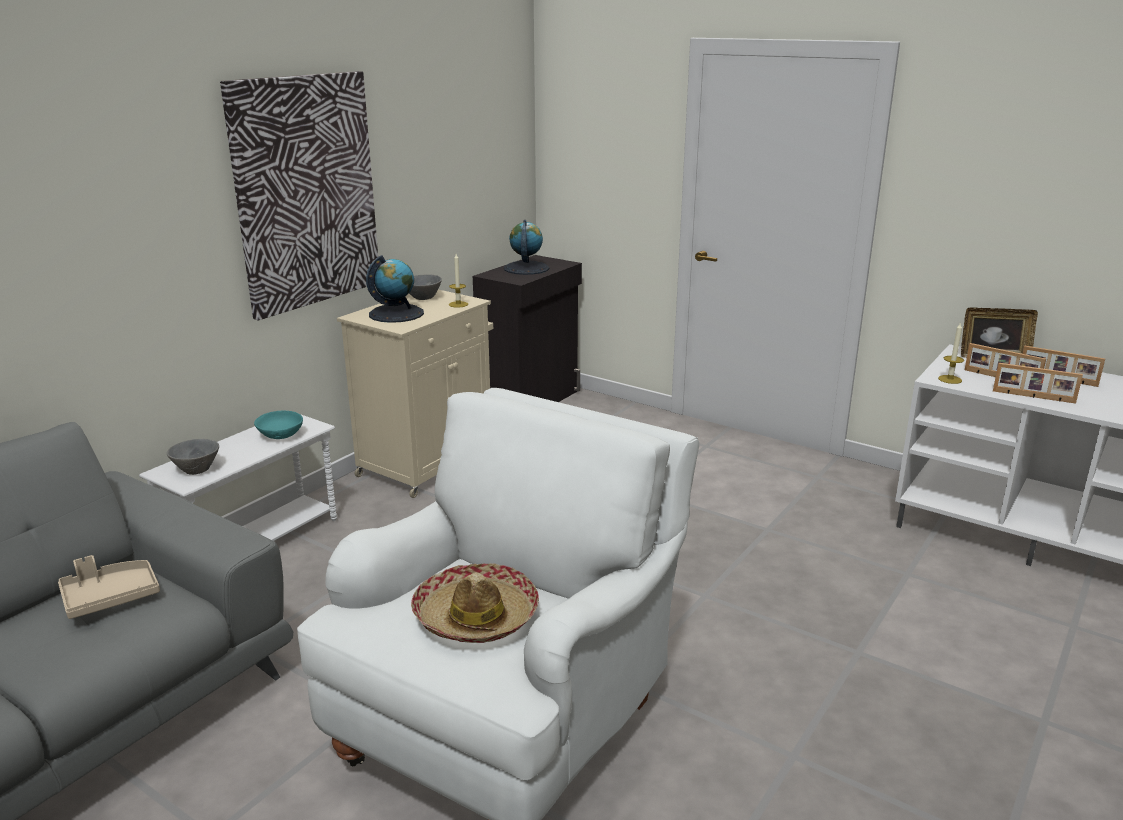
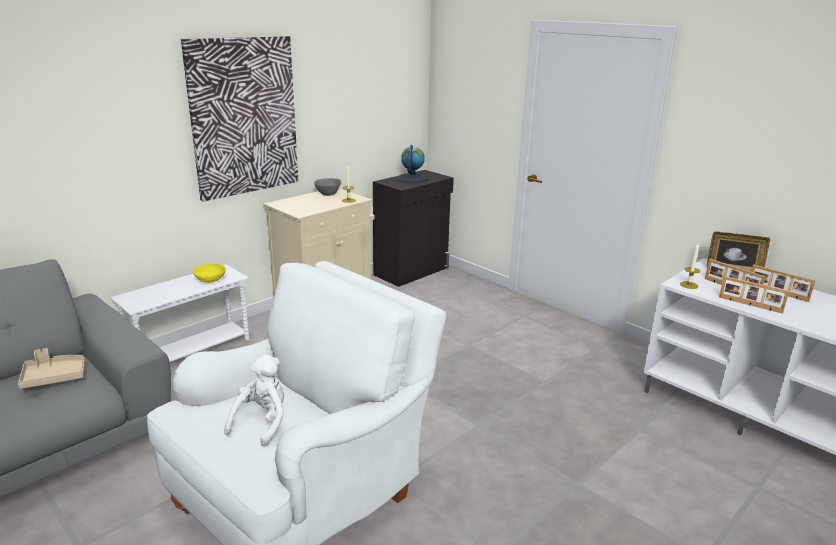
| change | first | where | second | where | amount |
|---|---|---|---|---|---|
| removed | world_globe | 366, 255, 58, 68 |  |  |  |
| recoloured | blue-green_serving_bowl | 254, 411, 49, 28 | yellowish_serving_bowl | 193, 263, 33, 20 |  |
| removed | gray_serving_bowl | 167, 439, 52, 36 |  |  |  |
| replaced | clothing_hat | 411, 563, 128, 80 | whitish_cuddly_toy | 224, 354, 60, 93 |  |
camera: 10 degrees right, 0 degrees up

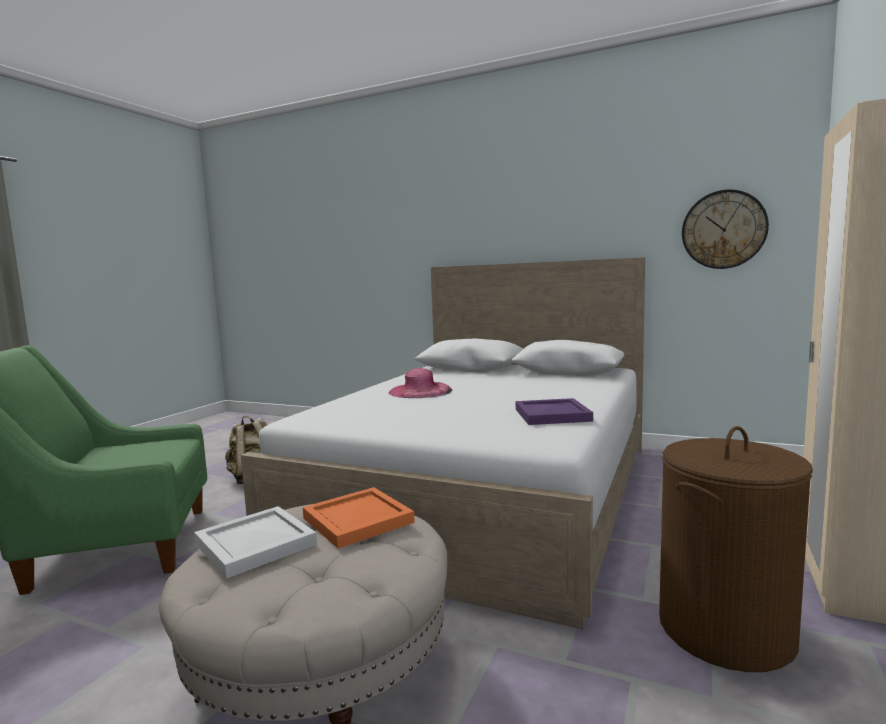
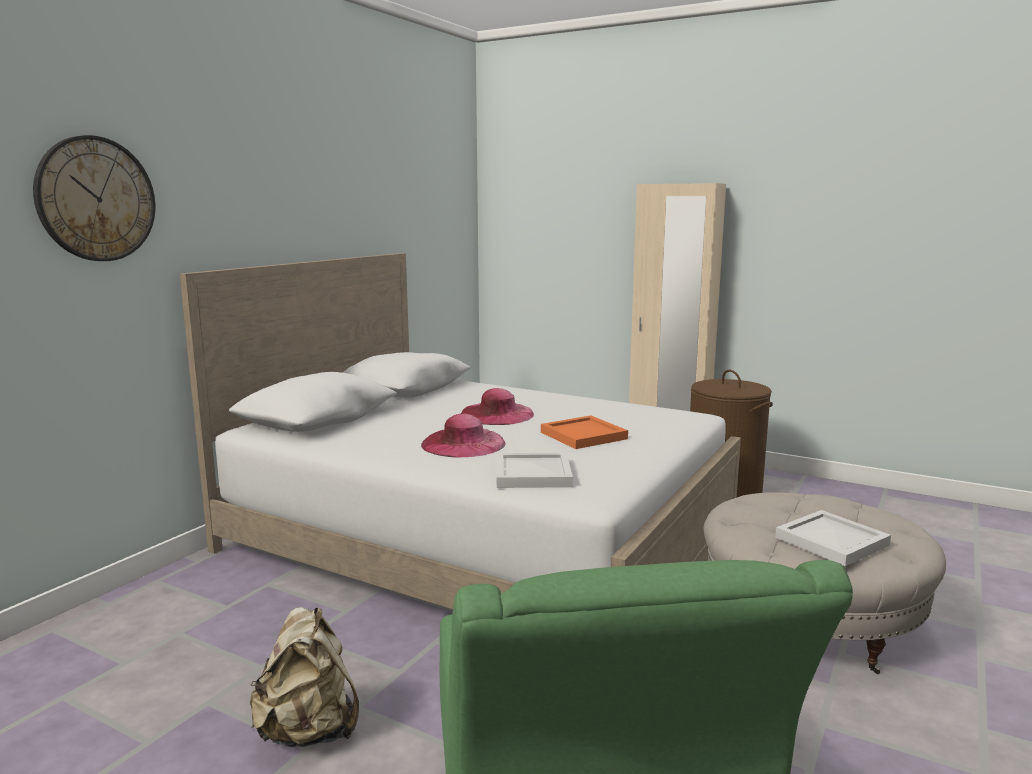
| change | first | where | second | where | amount |
|---|---|---|---|---|---|
| moved | clock_on_the_wall | 682, 189, 87, 80 |  | 33, 135, 122, 126 |  |
| removed | purplish_carrying_tray | 516, 398, 77, 27 |  |  |  |
| moved | orange-coloured_carrying_tray | 303, 487, 112, 61 |  | 541, 416, 87, 33 |  |
| added |  |  | pink-coloured_clothing_hat | 461, 388, 73, 37 |  |
| added |  |  | whitish_carrying_tray | 497, 453, 76, 35 |  |
camera: 85 degrees left, 5 degrees up

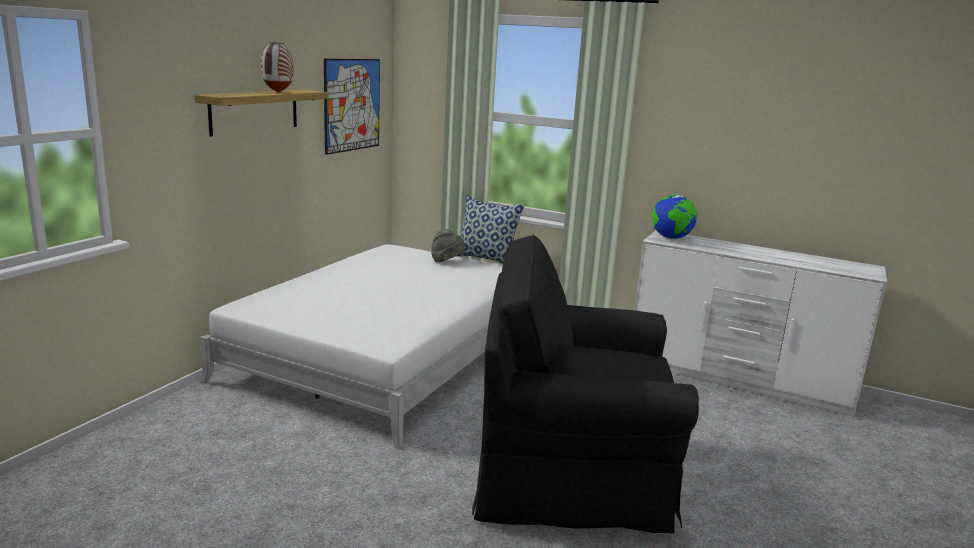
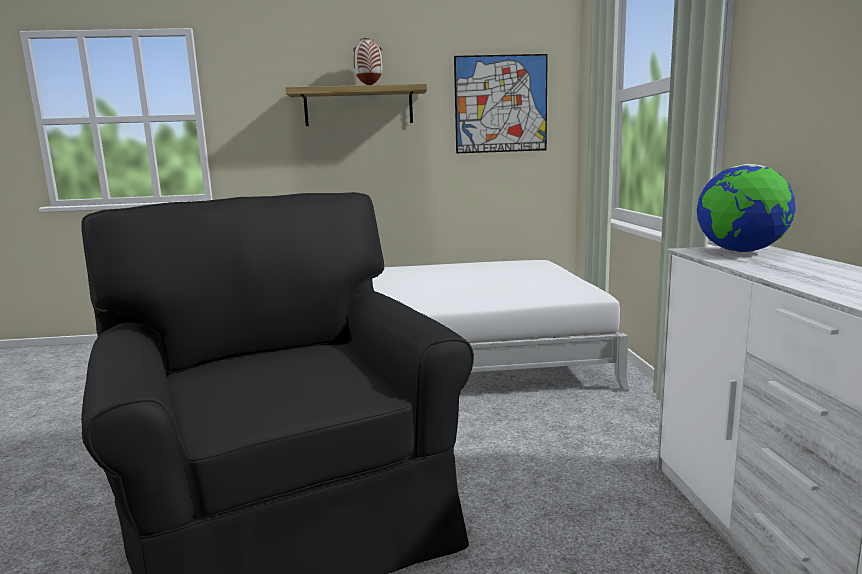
| change | first | where | second | where | amount |
|---|---|---|---|---|---|
| removed | throw_pillow | 457, 195, 68, 69 |  |  |  |
| removed | gray_clothing_hat | 431, 229, 35, 33 |  |  |  |
camera: 60 degrees right, 5 degrees down

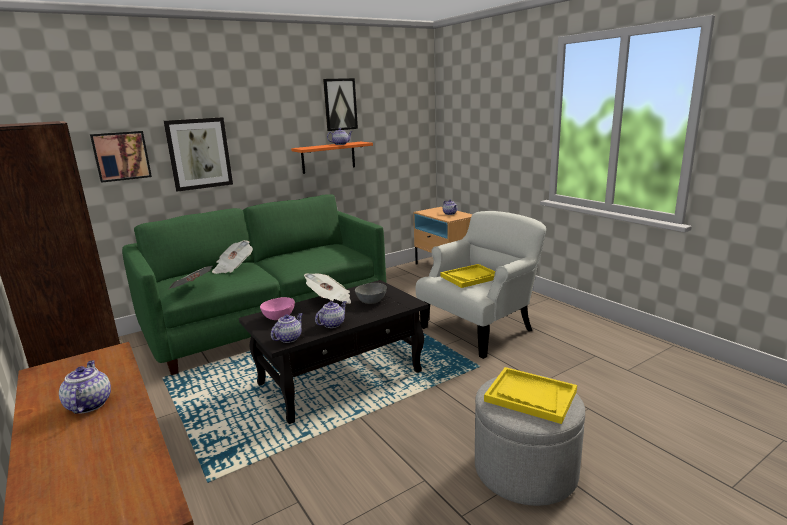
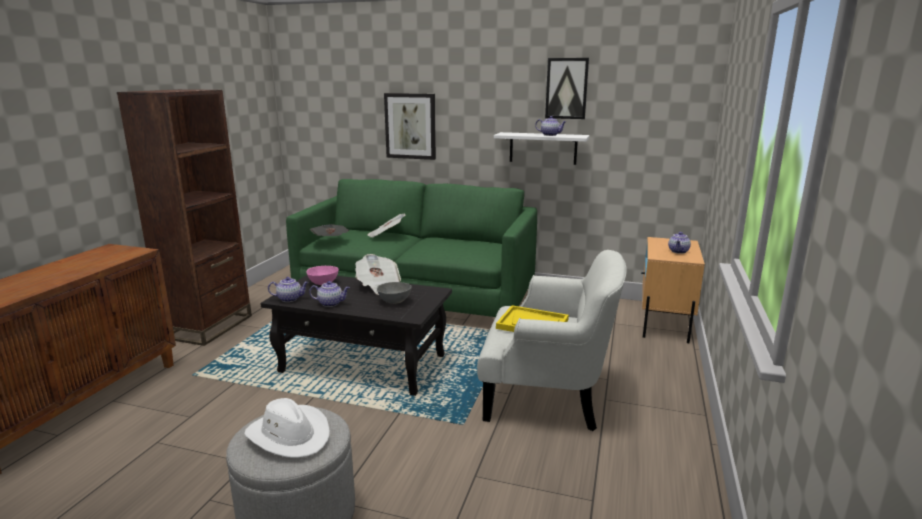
| change | first | where | second | where | amount |
|---|---|---|---|---|---|
| removed | picture | 90, 131, 62, 52 |  |  |  |
| recoloured | orange-coloured_wall_shelf | 291, 142, 82, 32 | whitish_wall_shelf | 494, 132, 95, 33 |  |
| removed | pot_for_tea | 59, 360, 52, 54 |  |  |  |
| replaced | yellowish_carrying_tray | 484, 367, 93, 57 | whitish_clothing_hat | 244, 398, 86, 60 |  |
camera: 50 degrees right, 0 degrees up

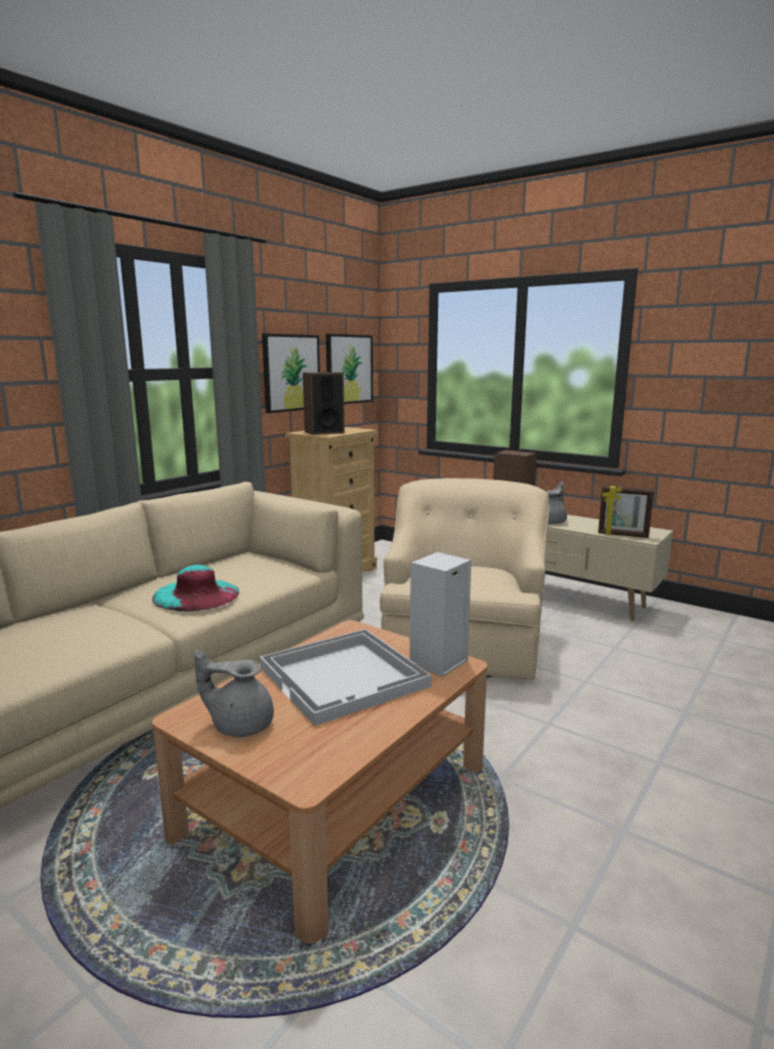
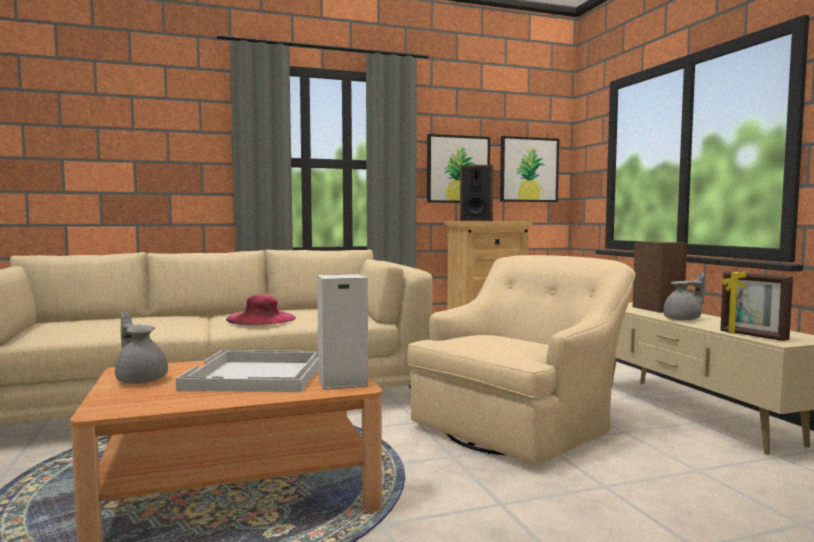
| change | first | where | second | where | amount |
|---|---|---|---|---|---|
| recoloured | blue-green_clothing_hat | 152, 565, 88, 46 | pink-coloured_clothing_hat | 226, 294, 70, 31 |  |
camera: 35 degrees right, 10 degrees down

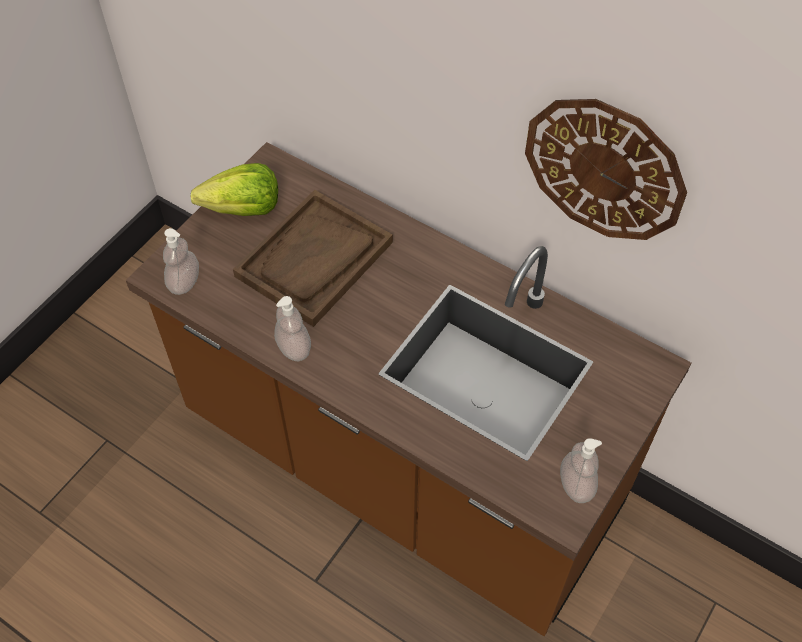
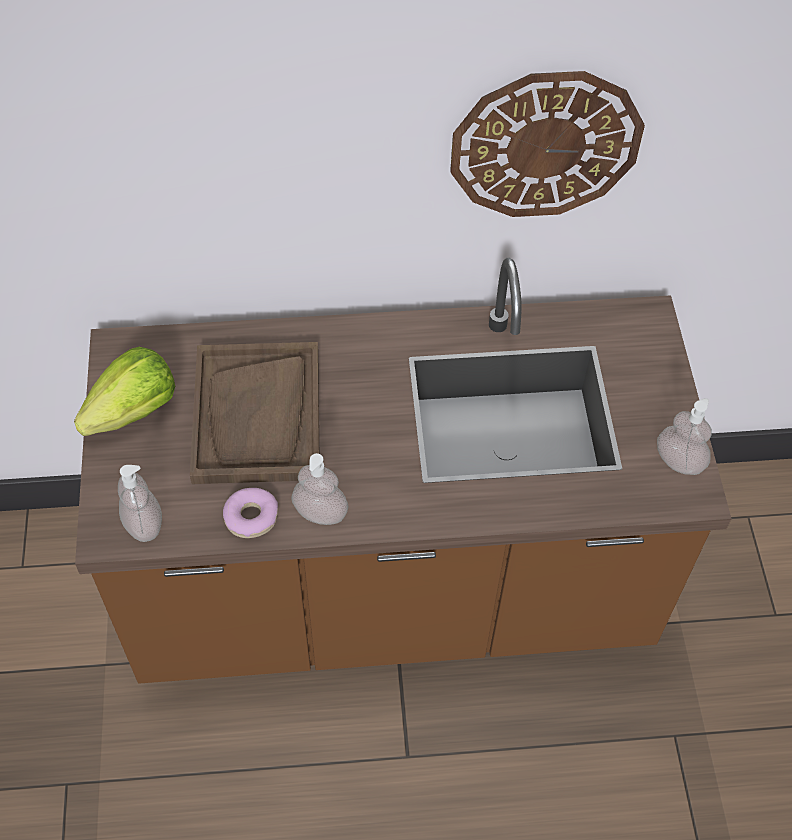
| change | first | where | second | where | amount |
|---|---|---|---|---|---|
| added |  |  | donut | 223, 488, 55, 50 |  |
camera: 40 degrees left, 0 degrees up

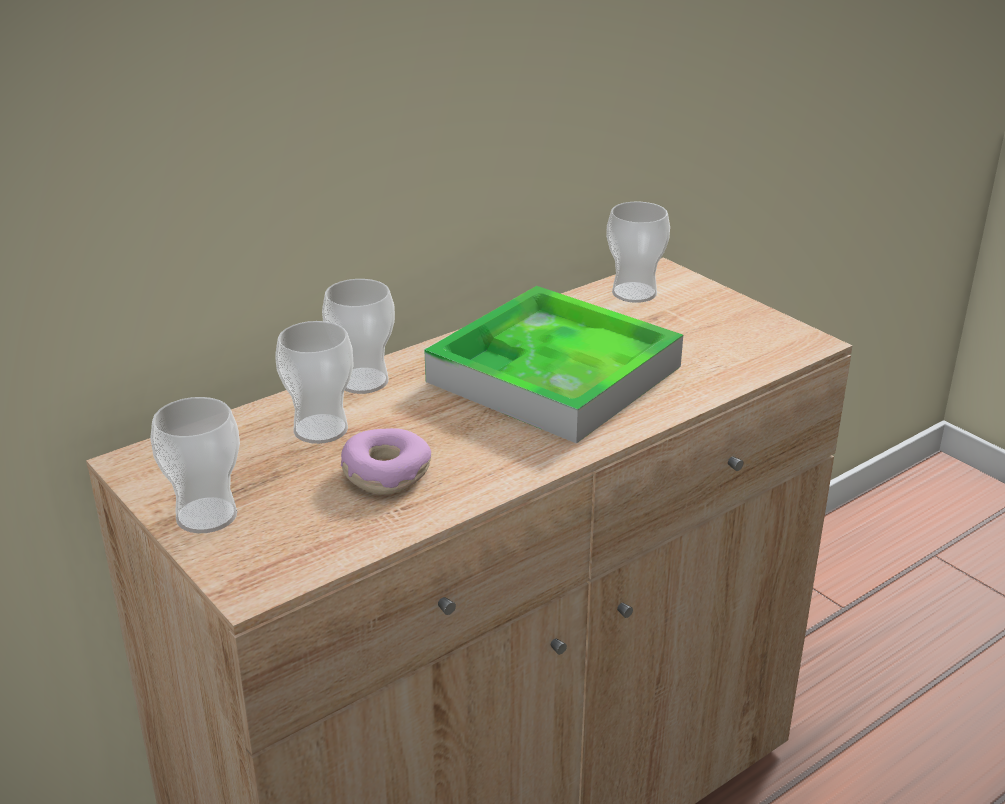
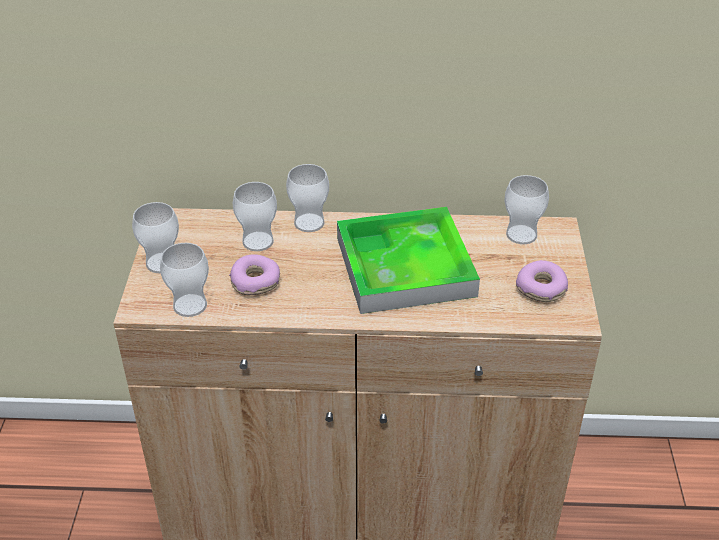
| change | first | where | second | where | amount |
|---|---|---|---|---|---|
| added |  |  | small_cup | 160, 243, 49, 74 |  |
| added |  |  | donut | 516, 260, 52, 42 |  |
camera: 40 degrees right, 10 degrees up

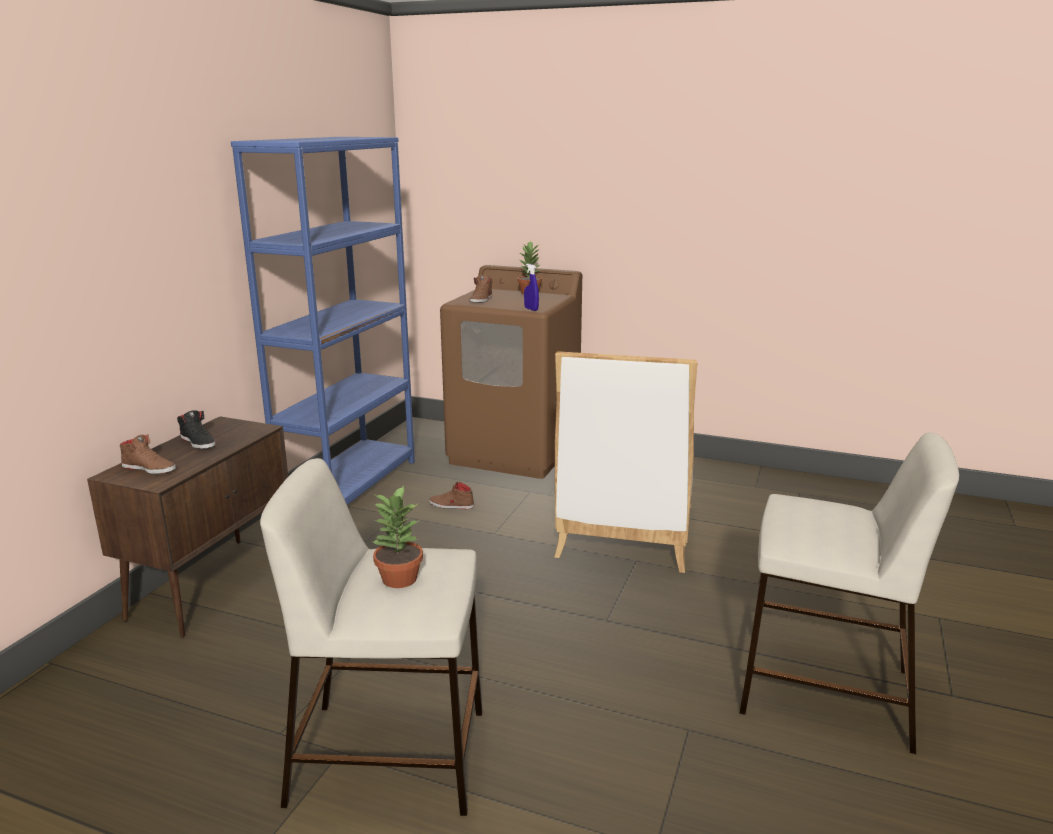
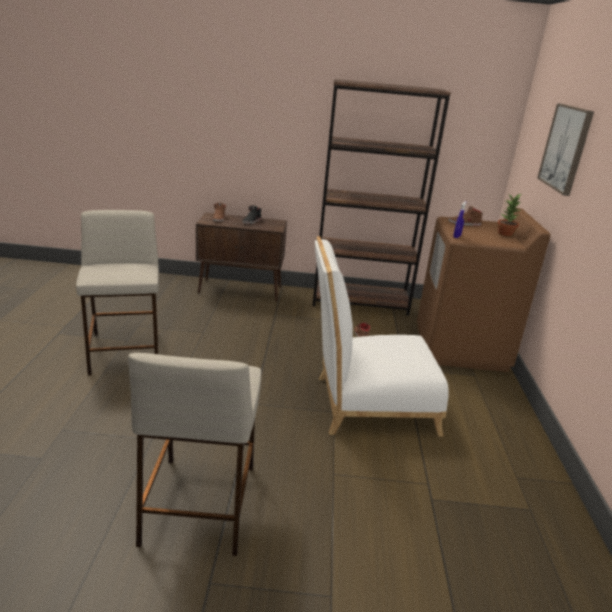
| change | first | where | second | where | amount |
|---|---|---|---|---|---|
| recoloured | blue_shelving_unit | 231, 137, 184, 368 | brown-coloured_shelving_unit | 312, 79, 139, 237 |  |
| removed | plant_in_a_pot | 373, 485, 50, 103 |  |  |  |
| added |  |  | picture | 537, 103, 57, 93 |  |
camera: 70 degrees right, 5 degrees up

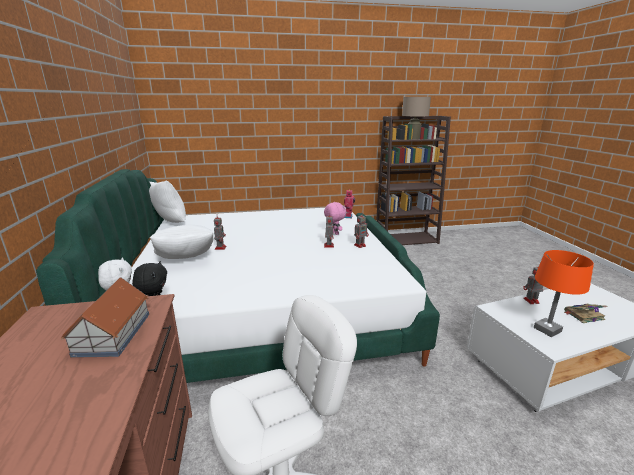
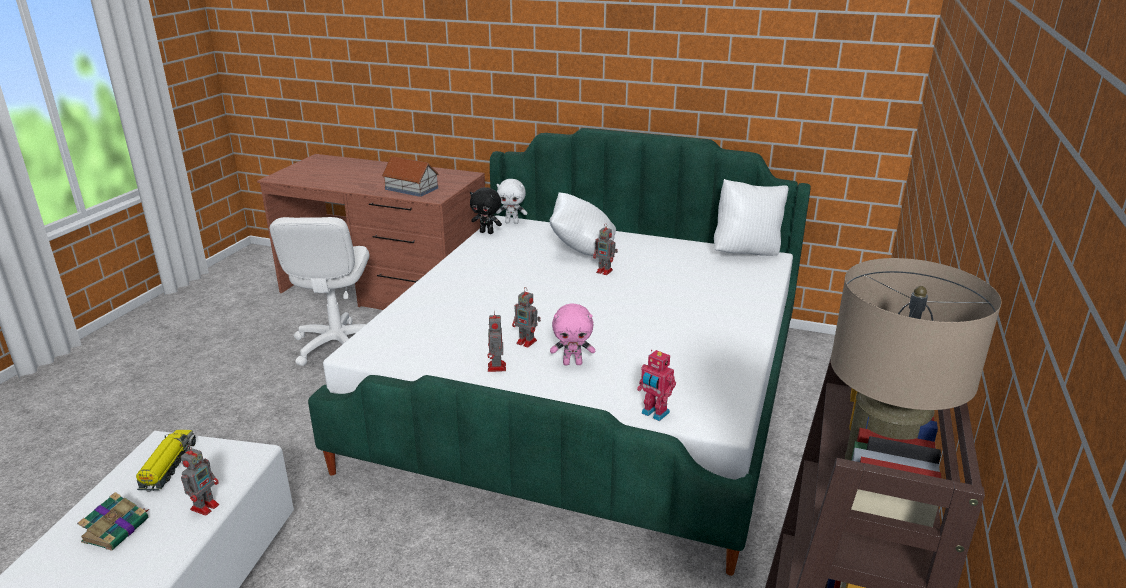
| change | first | where | second | where | amount |
|---|---|---|---|---|---|
| replaced | orange-coloured_table_lamp | 534, 250, 60, 87 | toy_lorry | 136, 430, 60, 61 |  |
camera: 120 degrees right, 5 degrees up

